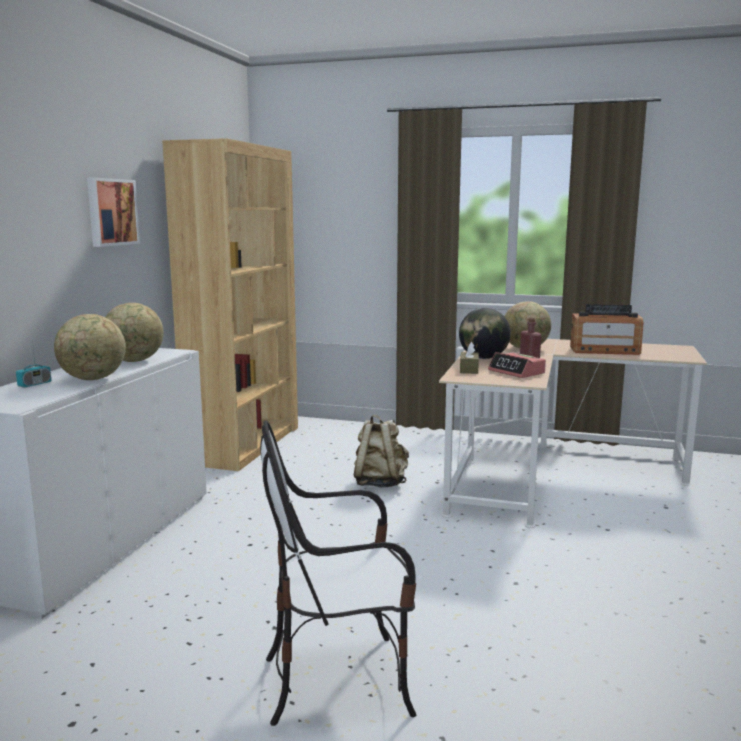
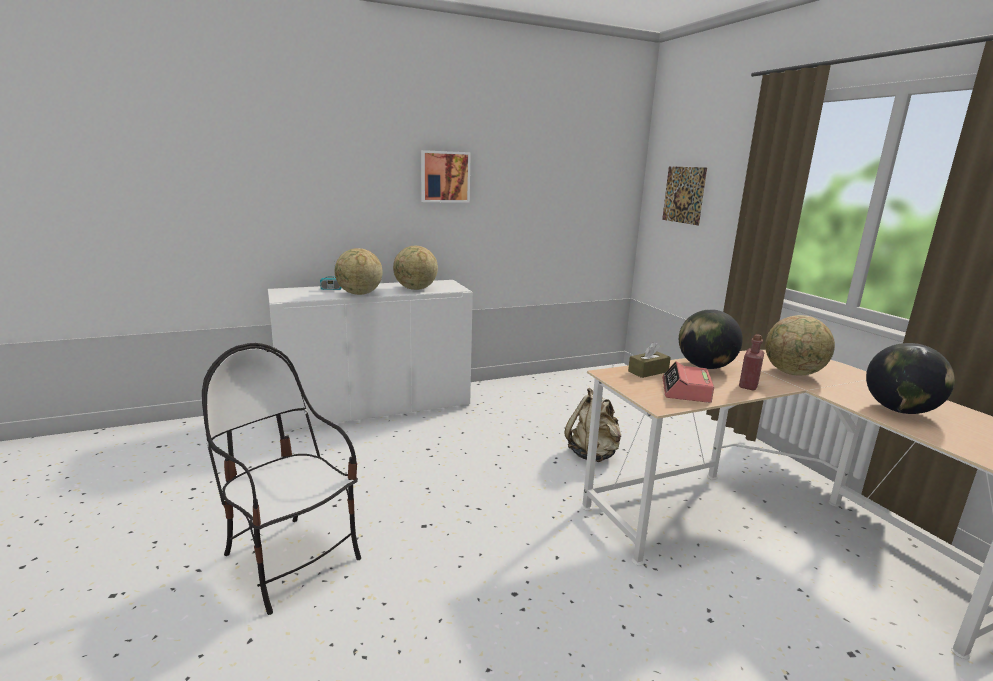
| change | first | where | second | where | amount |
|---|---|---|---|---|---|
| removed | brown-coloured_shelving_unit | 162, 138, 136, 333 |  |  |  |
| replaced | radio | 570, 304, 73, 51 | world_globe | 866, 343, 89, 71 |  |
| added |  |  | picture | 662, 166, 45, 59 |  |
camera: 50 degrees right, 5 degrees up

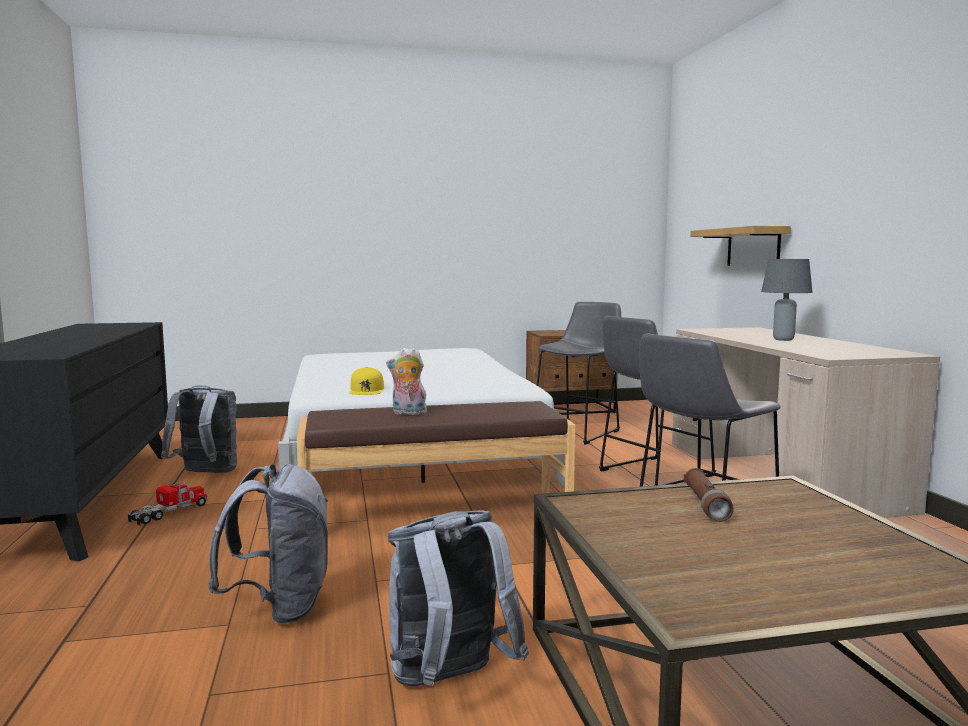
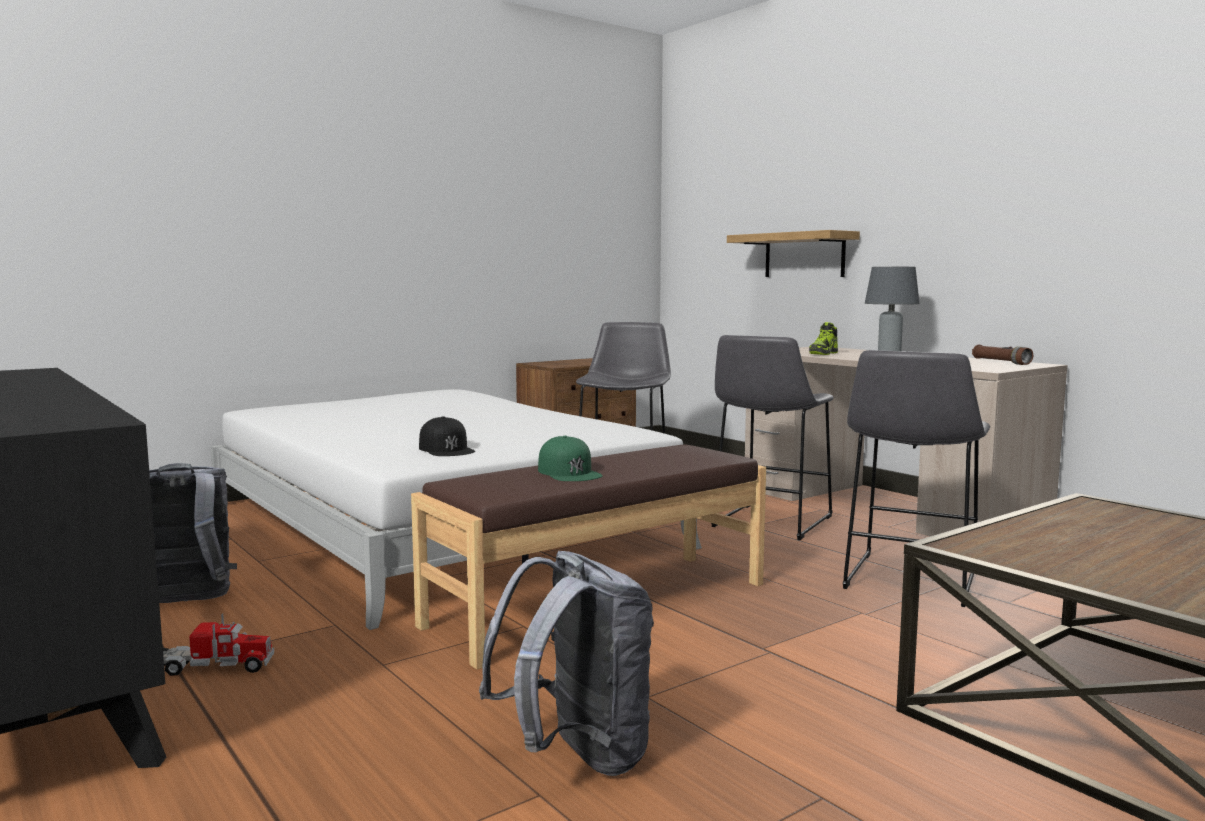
| change | first | where | second | where | amount |
|---|---|---|---|---|---|
| replaced | cuddly_toy | 386, 348, 41, 67 | green_cap | 538, 436, 65, 45 |  |
| recoloured | yellowish_cap | 350, 367, 34, 28 | black-coloured_cap | 419, 416, 56, 40 |  |
| moved | brown-coloured_hand_torch | 684, 468, 50, 54 |  | 972, 345, 61, 20 |  |
| turned | toy_lorry | 128, 479, 80, 46 |  | 163, 613, 111, 63 | 75 degrees clockwise |
| removed | gray_rucksack | 388, 510, 141, 177 |  |  |  |
| added |  |  | low_shoe | 809, 322, 29, 33 |  |
camera: 25 degrees left, 0 degrees up

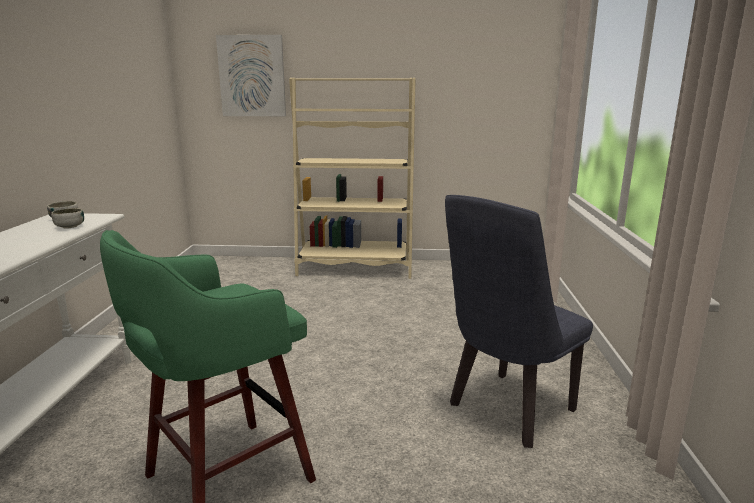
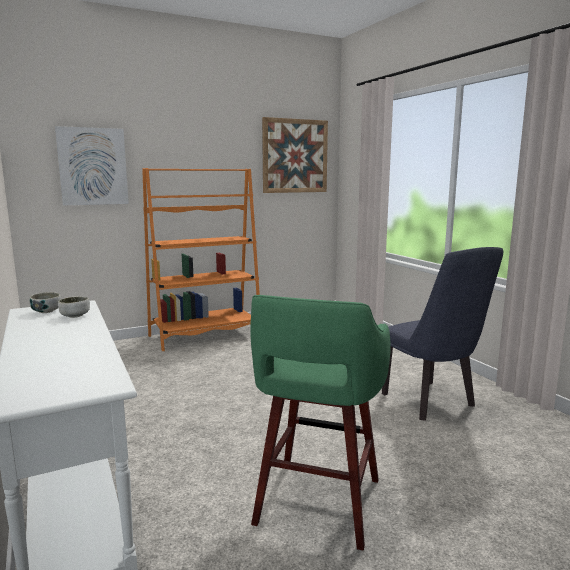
| change | first | where | second | where | amount |
|---|---|---|---|---|---|
| recoloured | beige_shelving_unit | 289, 78, 127, 201 | orange-coloured_shelving_unit | 142, 168, 118, 183 |  |
| turned | blue_plain_chair | 445, 195, 148, 253 |  | 382, 247, 121, 174 | 45 degrees counterclockwise |
| added |  |  | picture | 262, 117, 66, 76 |  |
camera: 30 degrees left, 5 degrees down

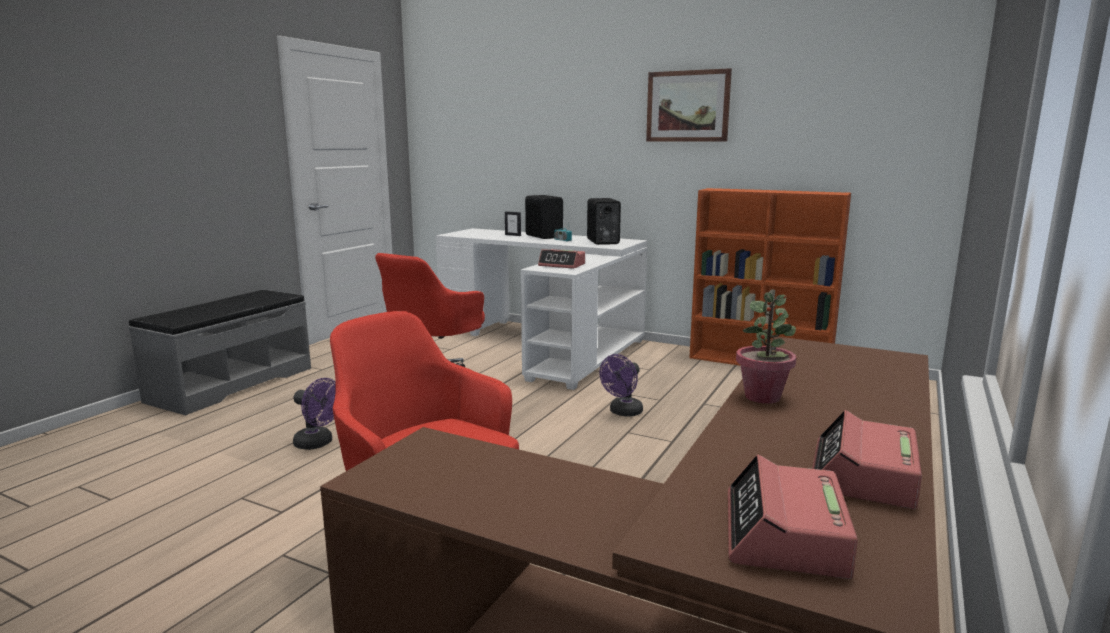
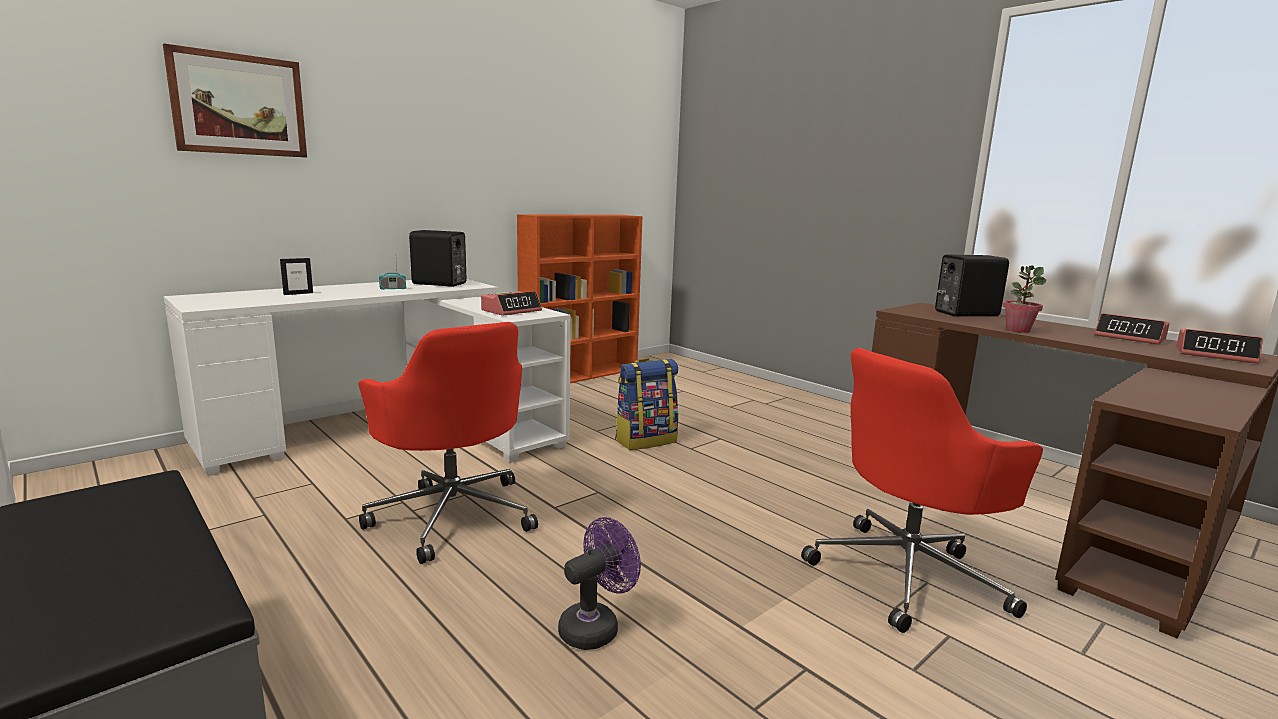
| change | first | where | second | where | amount |
|---|---|---|---|---|---|
| moved | picture | 646, 68, 86, 74 |  | 163, 43, 144, 115 |  |
| moved | black-coloured_loudspeaker | 525, 195, 38, 44 |  | 935, 254, 74, 62 |  |
| replaced | purplish_fan | 599, 354, 44, 63 | rucksack | 615, 359, 63, 91 |  |
camera: 70 degrees left, 0 degrees up

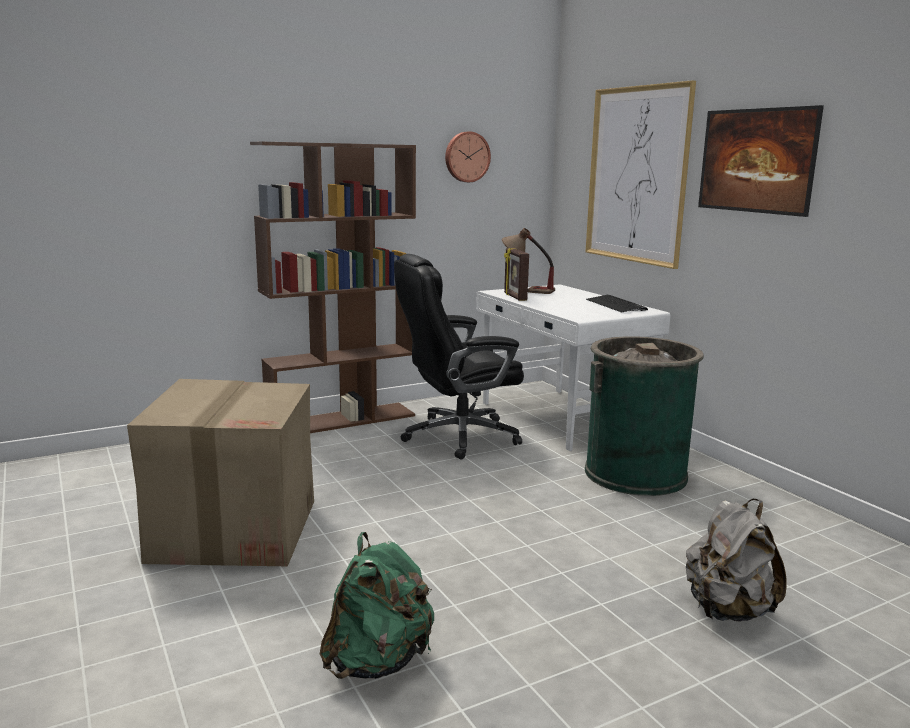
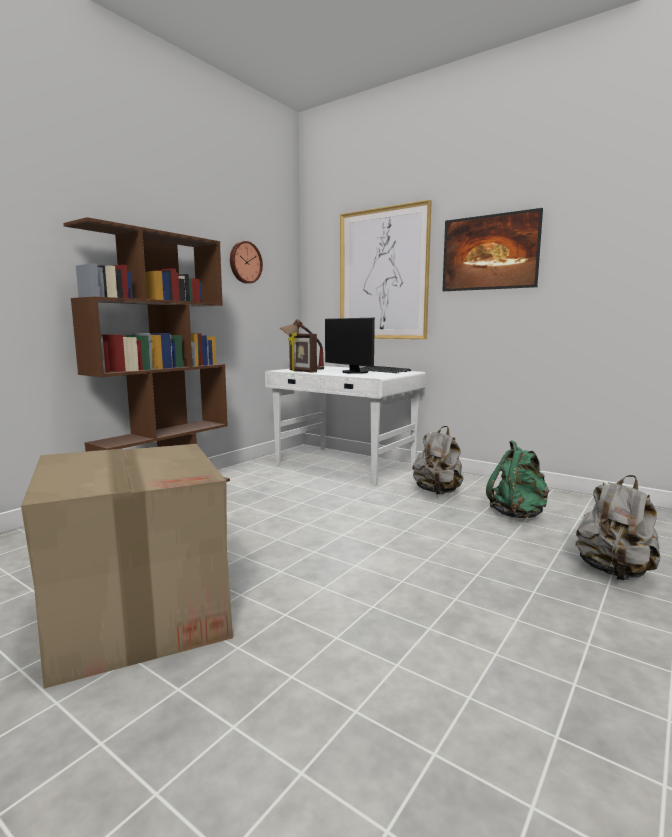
| change | first | where | second | where | amount |
|---|---|---|---|---|---|
| removed | black-coloured_desk_chair | 394, 254, 130, 206 |  |  |  |
| replaced | green_trash_can | 585, 336, 119, 160 | gray_rucksack | 413, 426, 51, 69 |  |
| moved | green_rucksack | 320, 532, 114, 147 |  | 486, 440, 63, 78 |  |
| added |  |  | computer_screen | 325, 318, 50, 56 |  |
camera: 25 degrees left, 5 degrees down

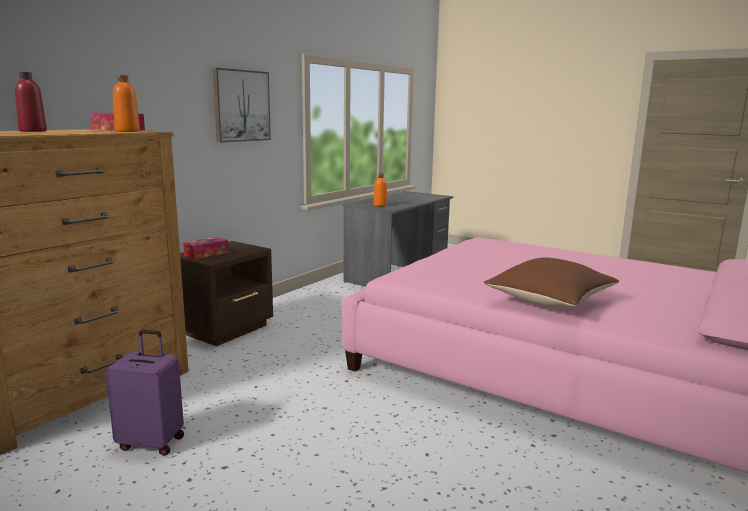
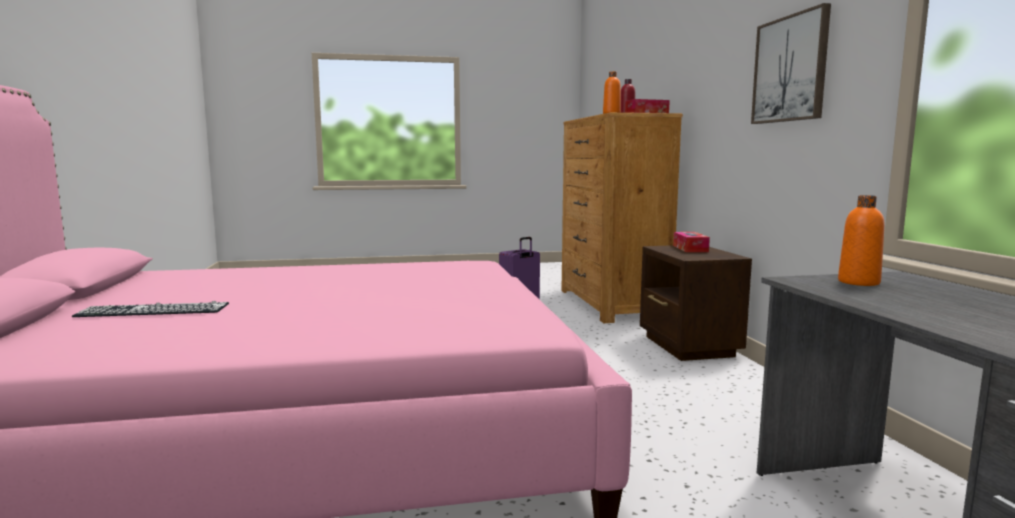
| change | first | where | second | where | amount |
|---|---|---|---|---|---|
| removed | brown-coloured_throw_pillow | 484, 258, 135, 49 |  |  |  |
| added |  |  | keyboard | 72, 301, 157, 16 |  |
camera: 135 degrees right, 5 degrees down

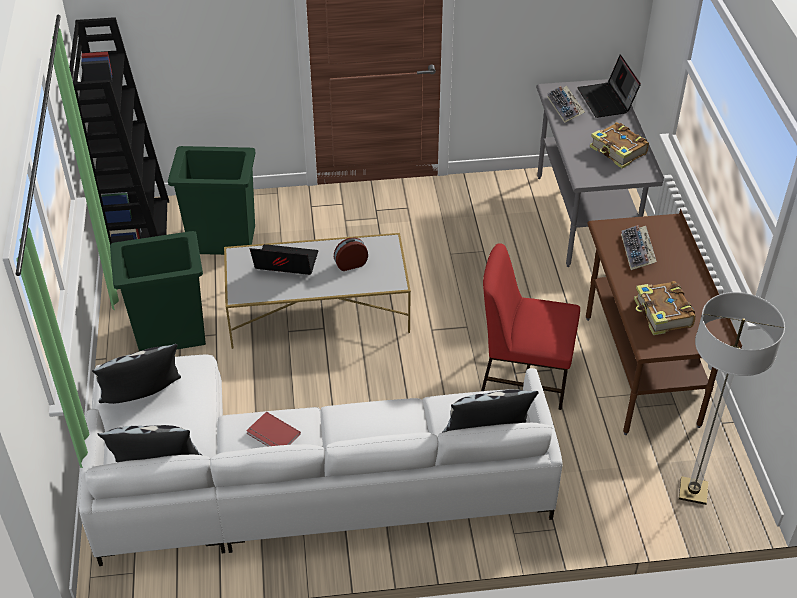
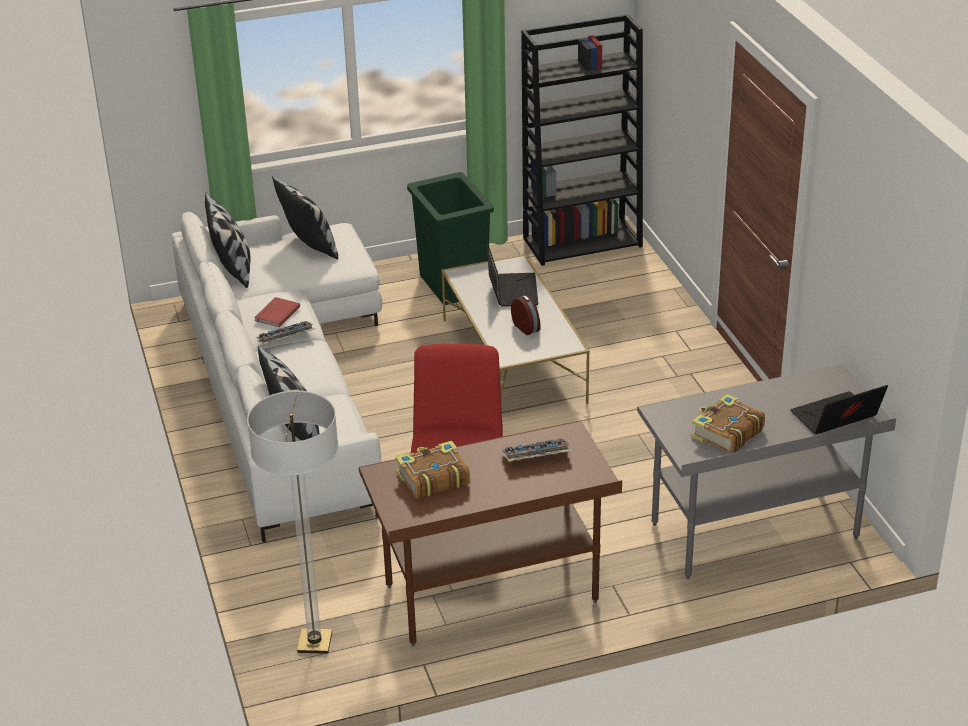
| change | first | where | second | where | amount |
|---|---|---|---|---|---|
| moved | keyboard | 547, 86, 38, 37 |  | 255, 321, 61, 23 |  |
| removed | green_trash_can | 168, 146, 88, 109 |  |  |  |
camera: 80 degrees right, 10 degrees down

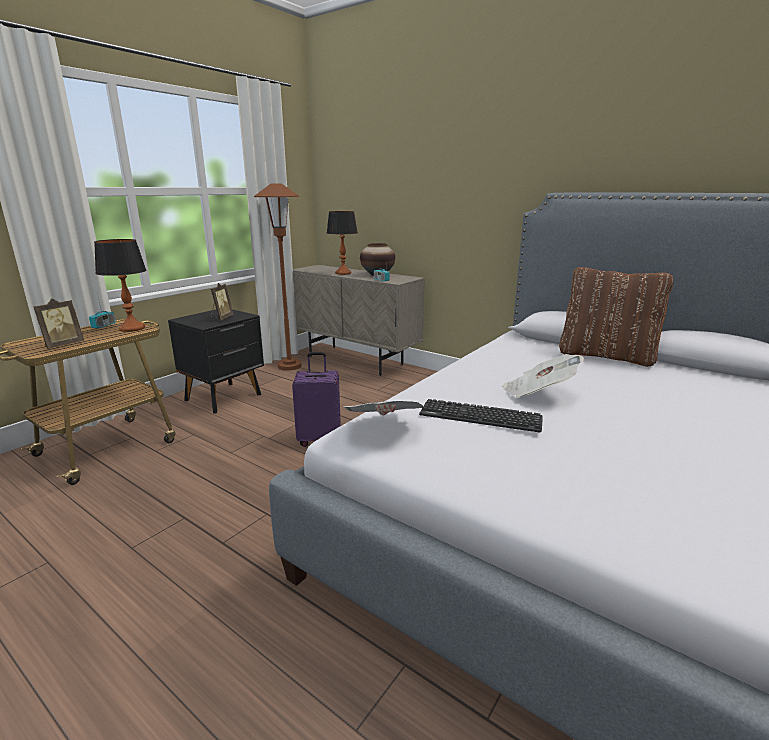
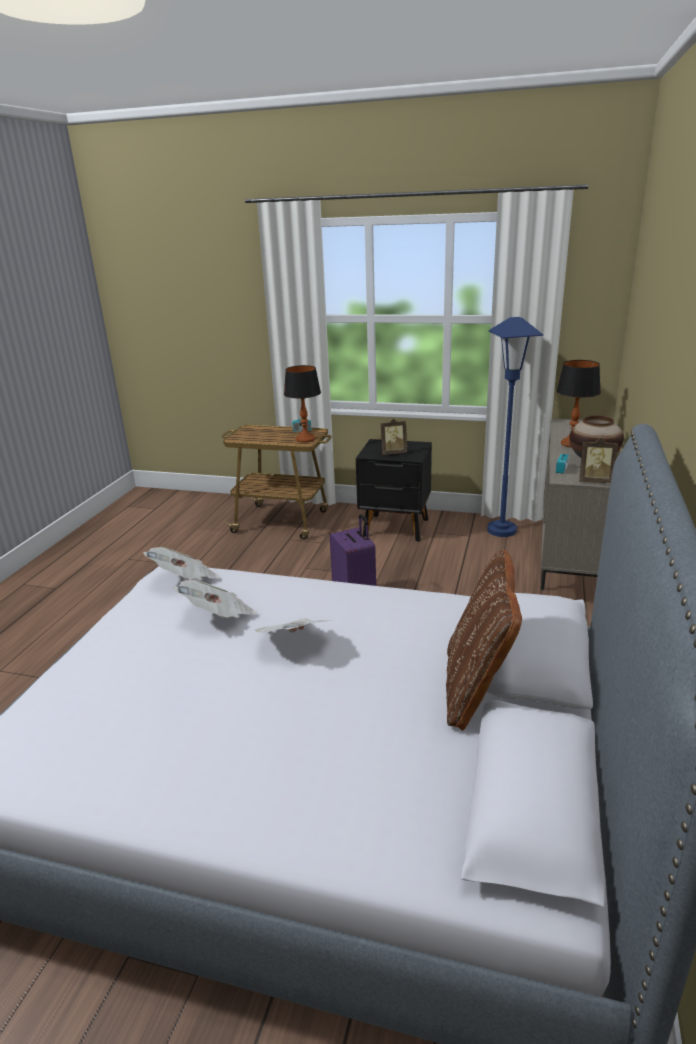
| change | first | where | second | where | amount |
|---|---|---|---|---|---|
| recoloured | brown-coloured_floor_lamp | 254, 183, 48, 188 | blue_floor_lamp | 487, 317, 56, 220 |  |
| moved | photo_frame | 33, 299, 51, 50 |  | 579, 438, 39, 45 |  |
| replaced | keyboard | 419, 399, 124, 34 | daily_paper | 174, 580, 83, 38 |  |
camera: 70 degrees right, 5 degrees up

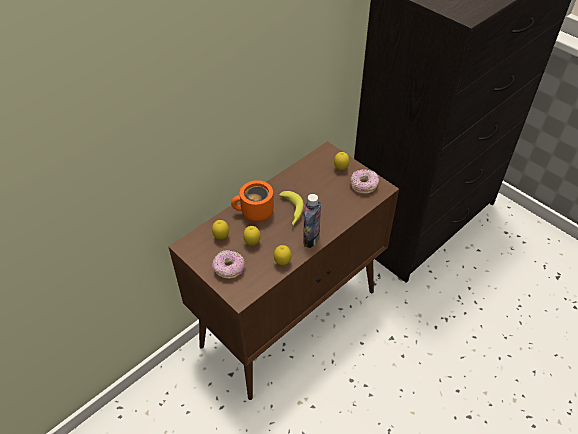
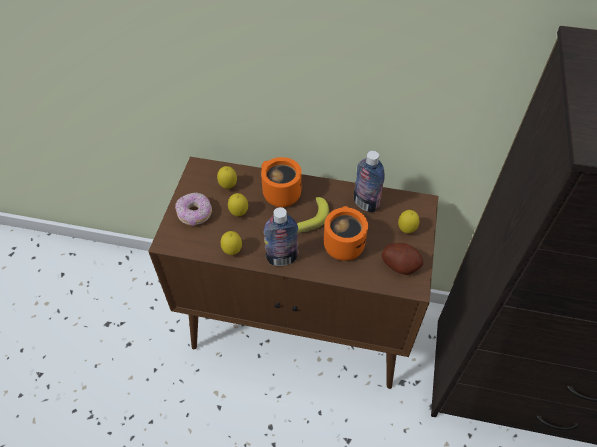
| change | first | where | second | where | amount |
|---|---|---|---|---|---|
| replaced | donut | 350, 170, 29, 24 | spud | 382, 243, 41, 32 |  |
| added |  |  | beverage_bottle | 354, 151, 31, 61 |  |
| added |  |  | orange-coloured_mug | 324, 206, 44, 55 |  |
camera: 55 degrees right, 5 degrees up

